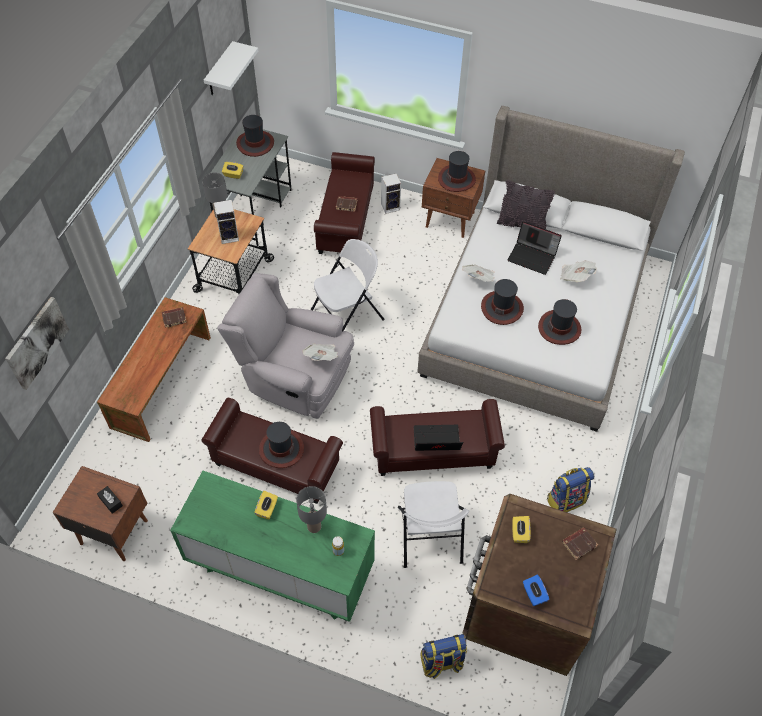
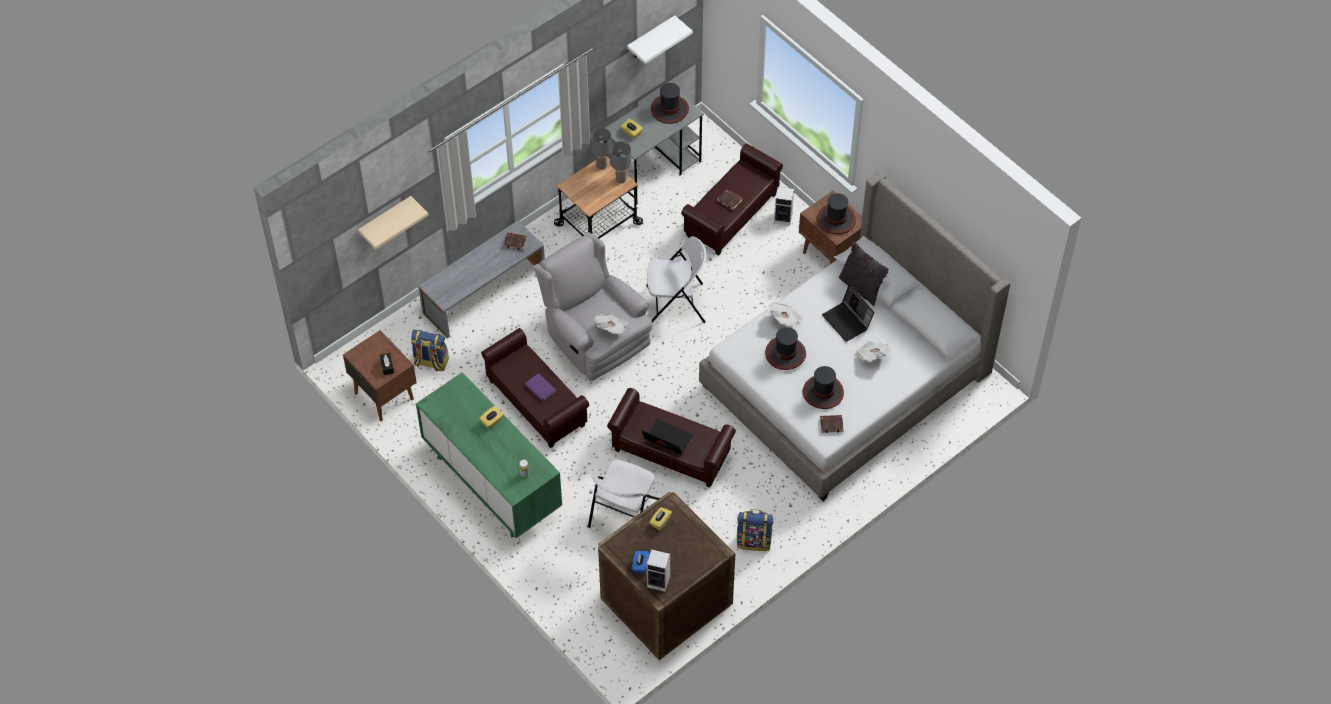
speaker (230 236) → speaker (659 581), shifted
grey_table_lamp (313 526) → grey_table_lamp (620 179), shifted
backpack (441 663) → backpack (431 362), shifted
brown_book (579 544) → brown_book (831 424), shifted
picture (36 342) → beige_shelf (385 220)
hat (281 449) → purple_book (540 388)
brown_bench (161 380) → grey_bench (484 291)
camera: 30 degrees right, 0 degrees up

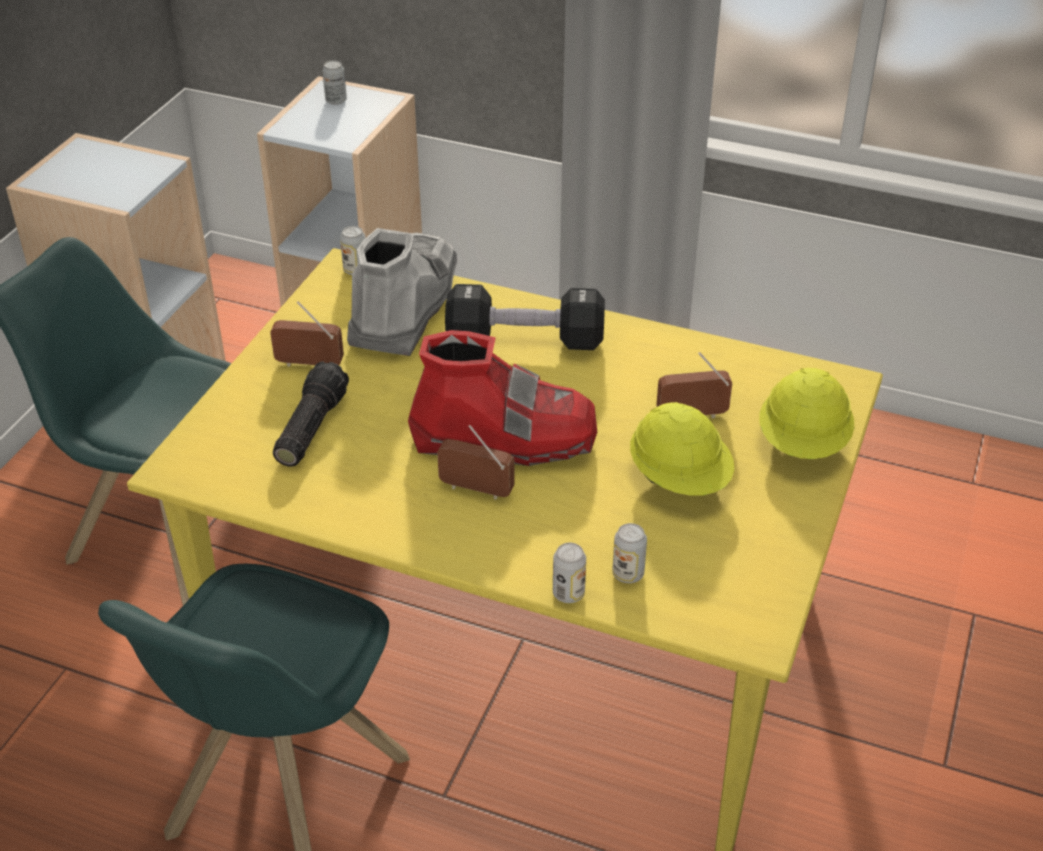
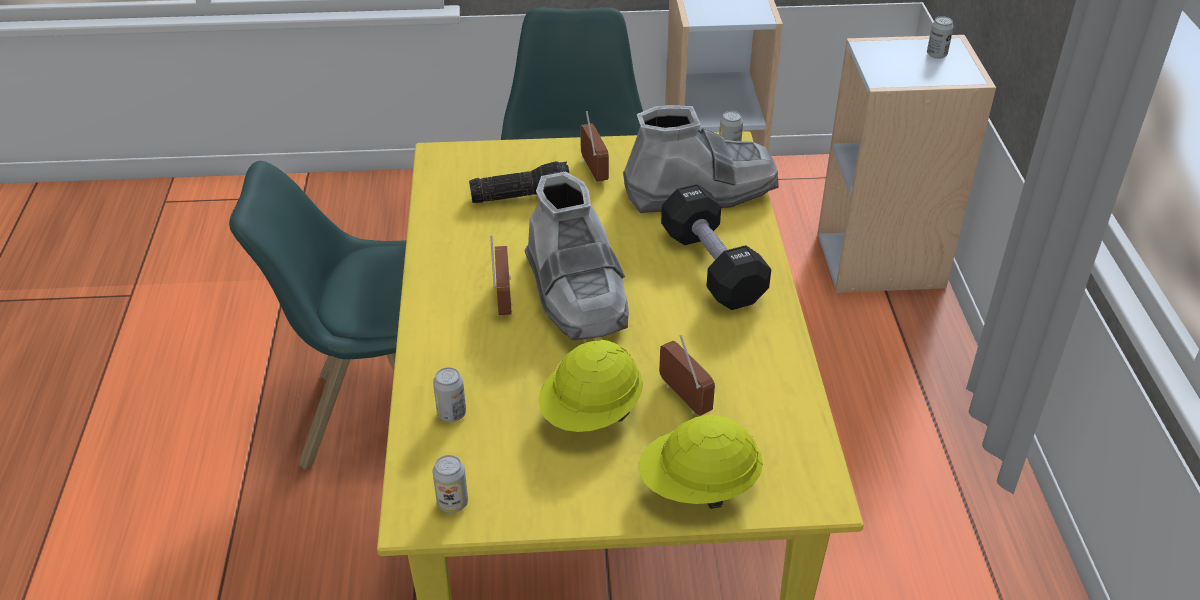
can (568 593) → can (452 503), shifted
red_boot (505 437) → grey_boot (576 295)
camera: 65 degrees right, 0 degrees up

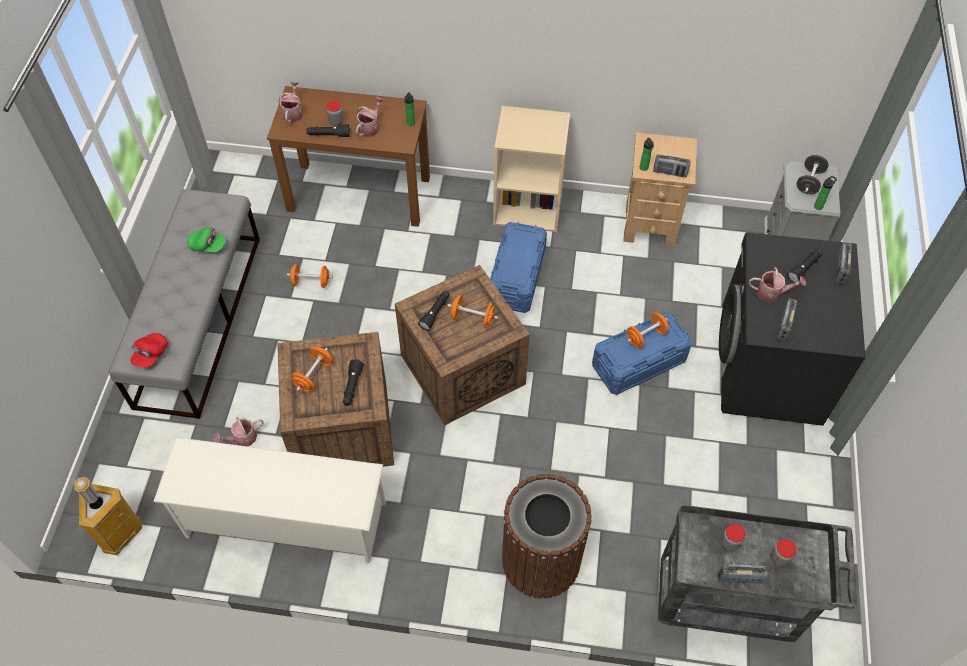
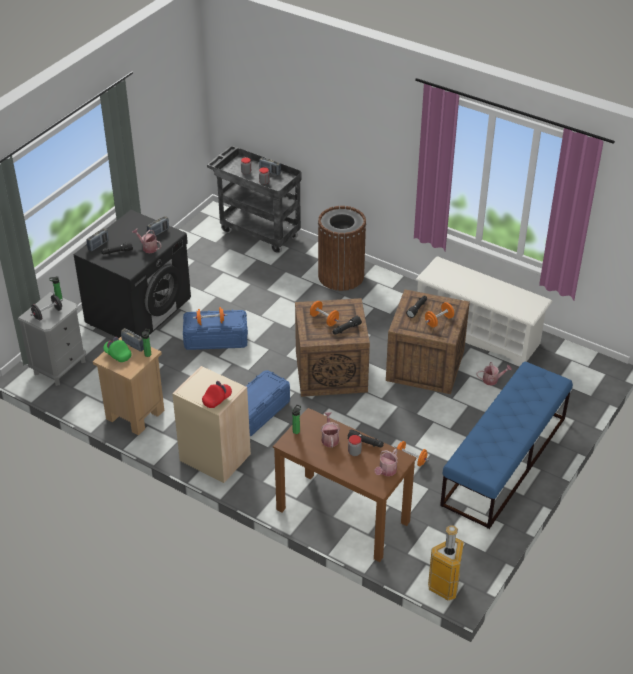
trash_can (119 534) → trash_can (446 586), shifted
red_cap (151 355) → red_cap (217 399), shifted
green_cap (208 246) → green_cap (118 355), shifted
grey_bench (199 319) → blue_bench (504 461)
watering_can (370 127) → watering_can (329 438), 120 degrees clockwise
camera: 155 degrees left, 15 degrees down

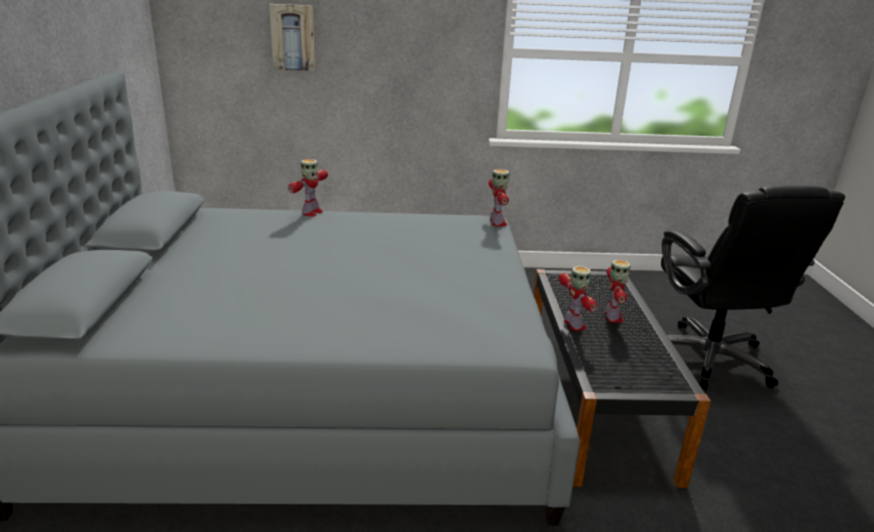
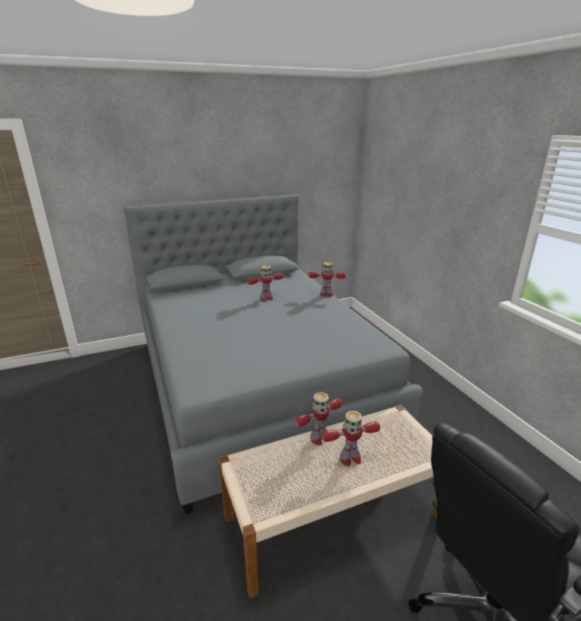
picture (293 37) → -
toy_robot (497 223) → toy_robot (266 298), shifted
black_bench (594 401) → beige_bench (333 515)
camera: 70 degrees right, 0 degrees up

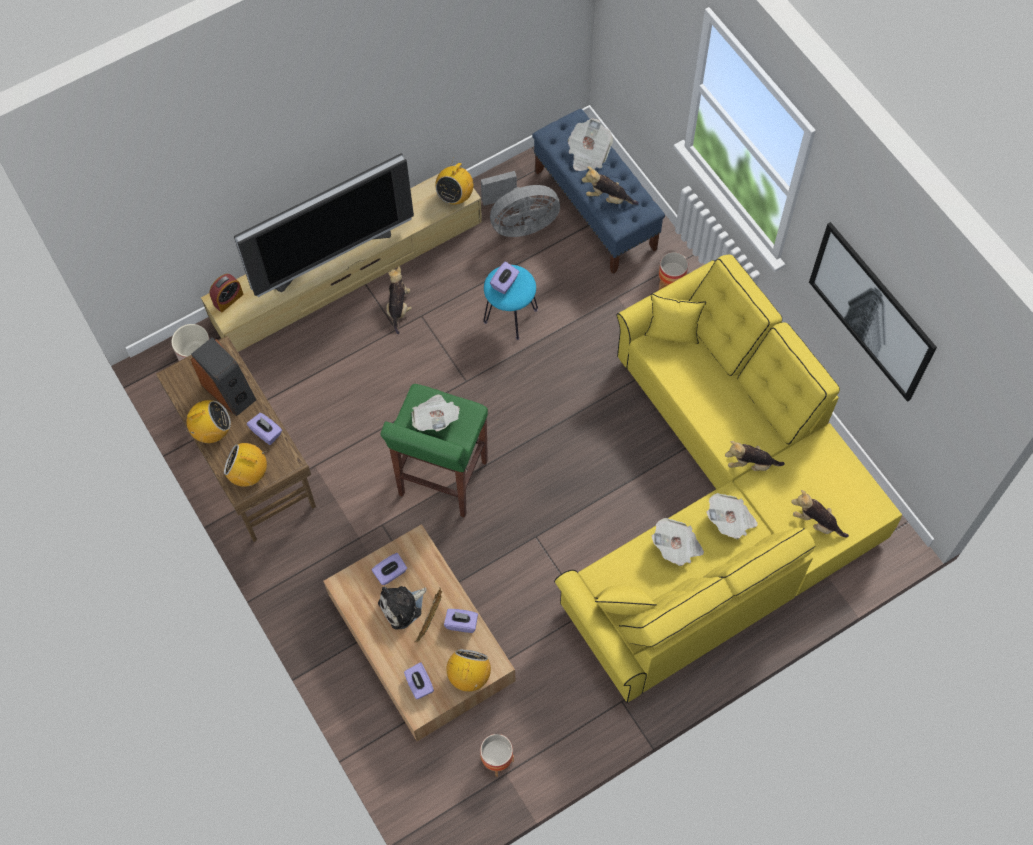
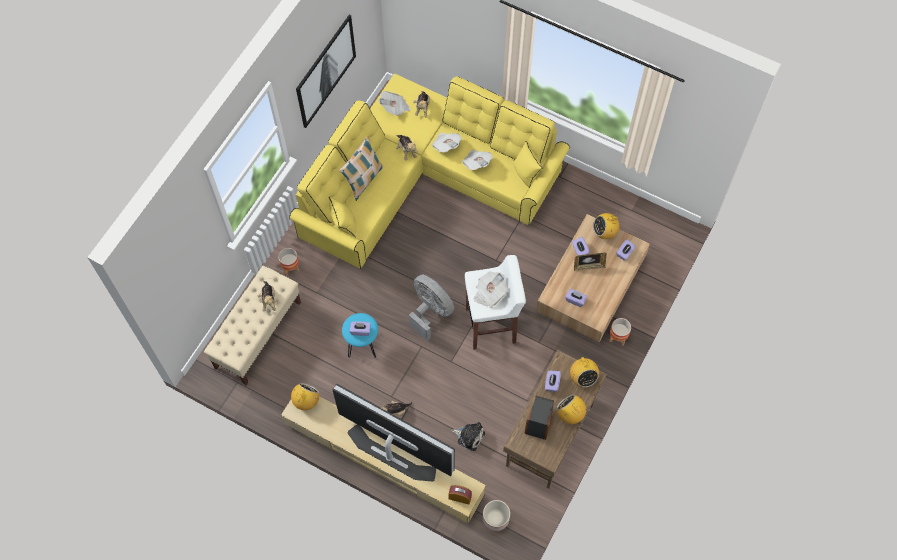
- → pillow (363 180)
plush_toy (402 607) → plush_toy (469 436), shifted
planter (497 760) → planter (618 337), shifted
grey_fan (519 223) → grey_fan (430 311), shifted
newspaper (588 153) → newspaper (395 108), shifted
green_stool (442 479) → white_stool (492 325)
blue_bench (595 210) → beige_bench (258 334)
radio (455 196) → radio (306 401), 60 degrees counterclockwise
camera: 120 degrees left, 0 degrees up

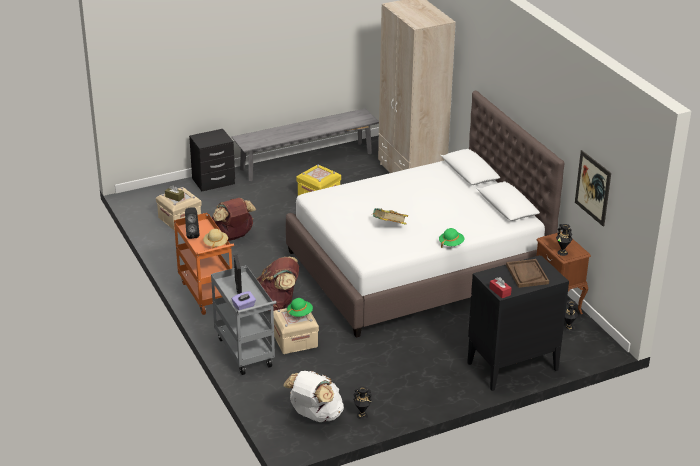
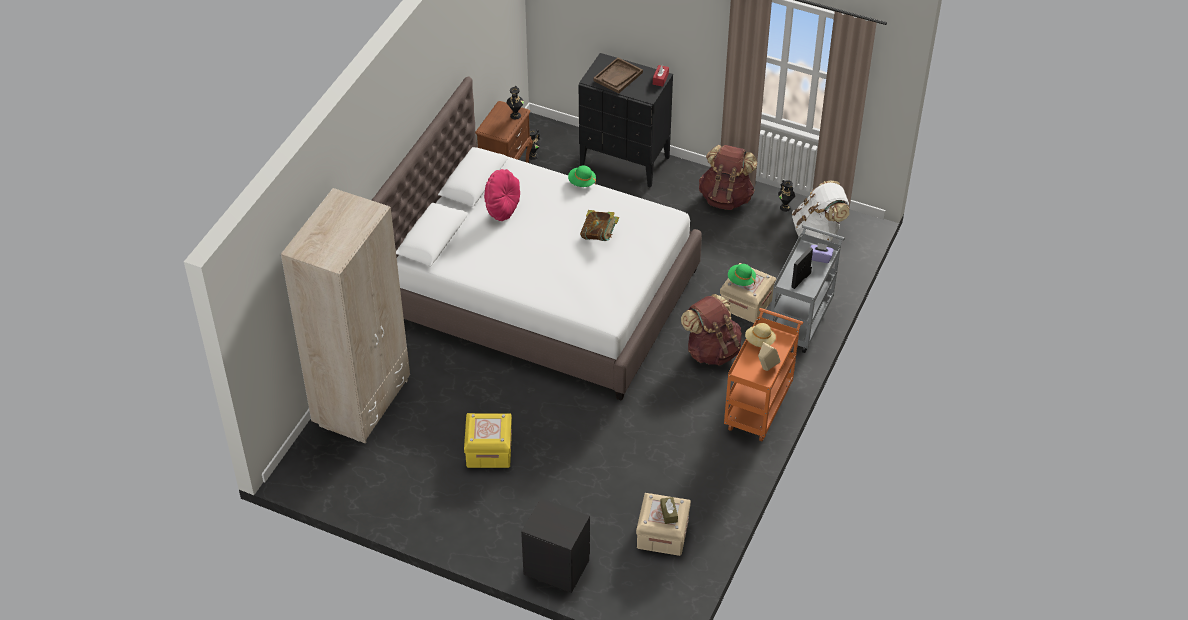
grey_bench (306 161) → -
picture (593 188) → -
- → pink_pillow (503 210)
brown_backpack (231 237) → brown_backpack (726 197), shifted
black_speaker (192 234) → beige_speaker (766 369)
camera: 130 degrees left, 15 degrees up

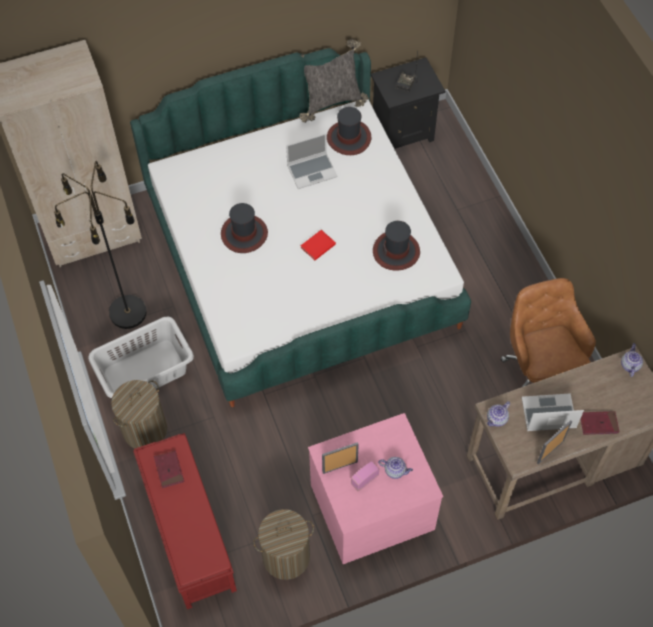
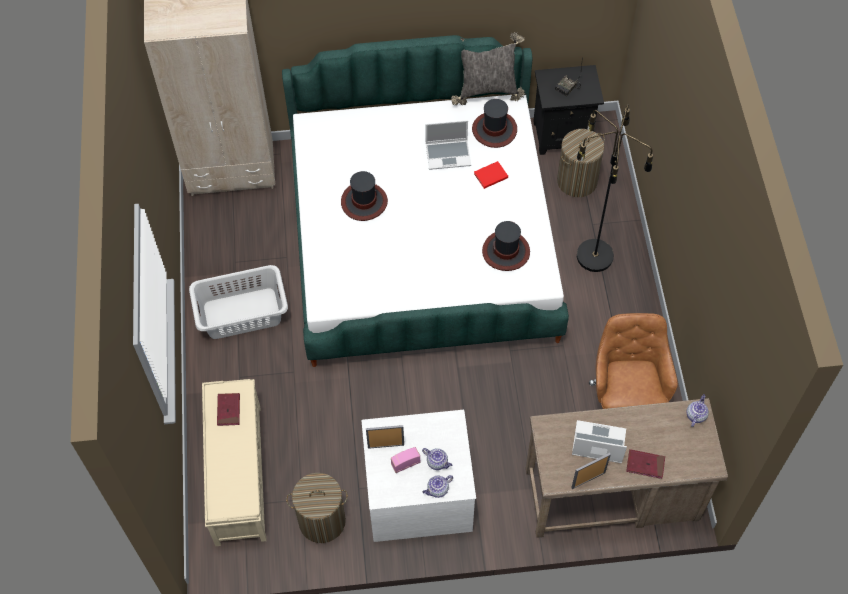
floor_lamp (127 313) → floor_lamp (593 256), shifted
laundry_basket (144 430) → laundry_basket (577 181), shifted
red_book (317 246) → red_book (490 175), shifted
teapot (496 419) → teapot (437 490), shifted
red_bench (188 530) → beige_bench (238 473)
pink_dresser (371 505) → white_dresser (418 492)
camera: 15 degrees right, 0 degrees up

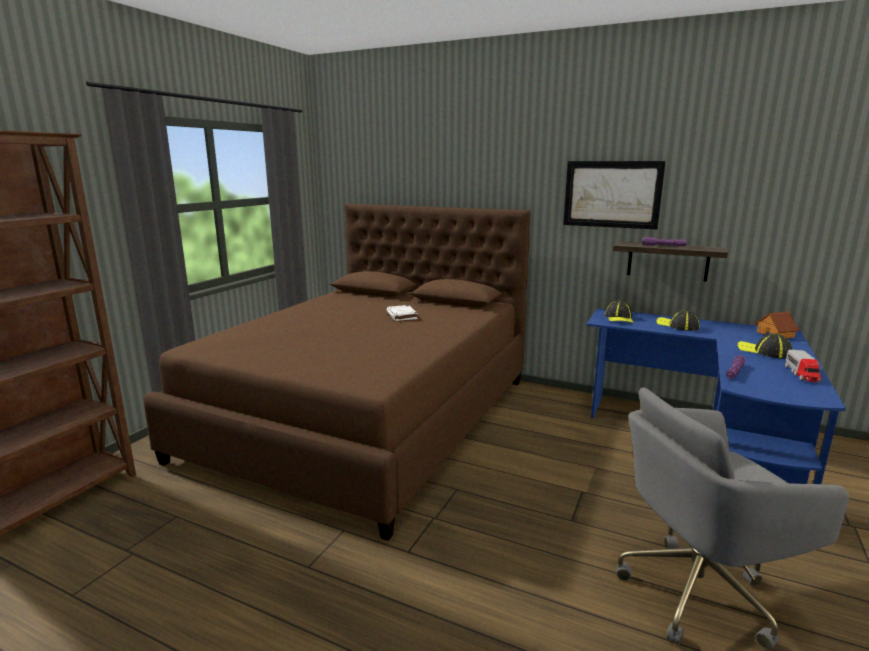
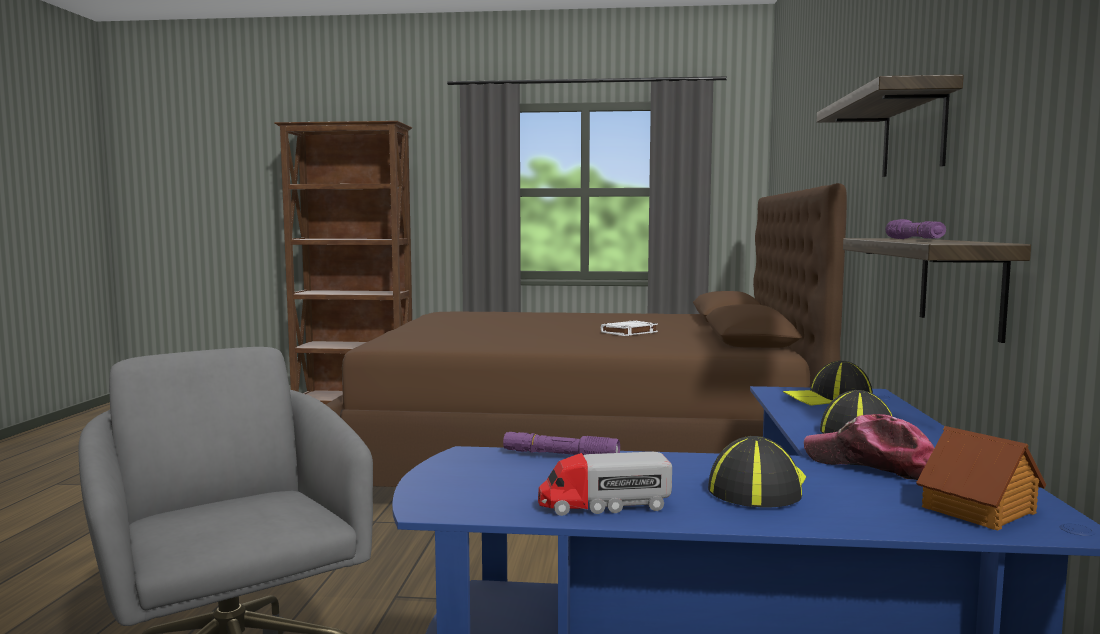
- → cap (872 465)
picture (612 194) → shelf (913 133)
camera: 70 degrees right, 10 degrees down

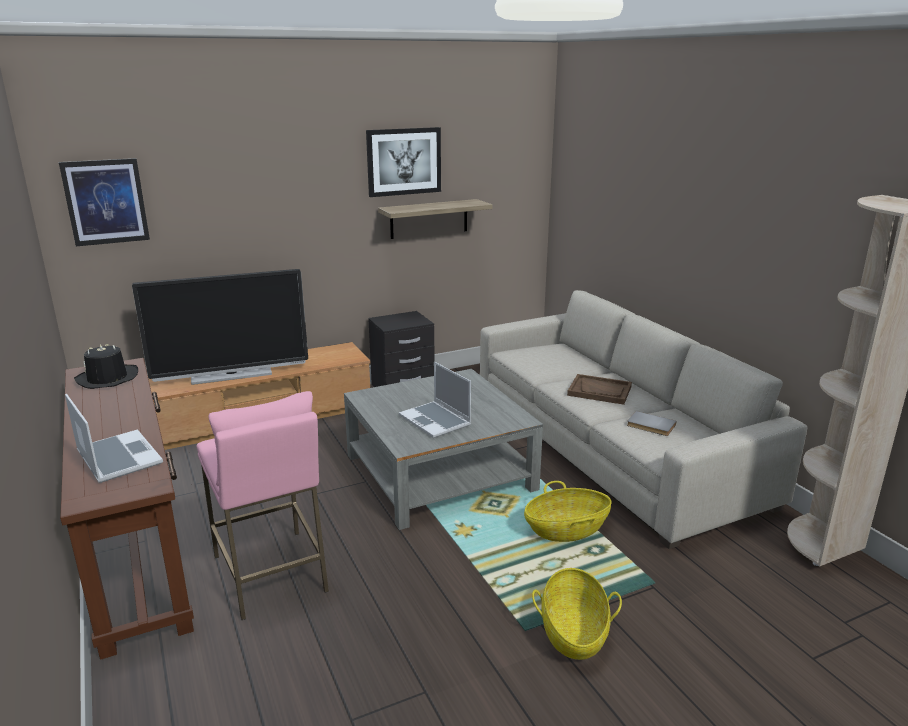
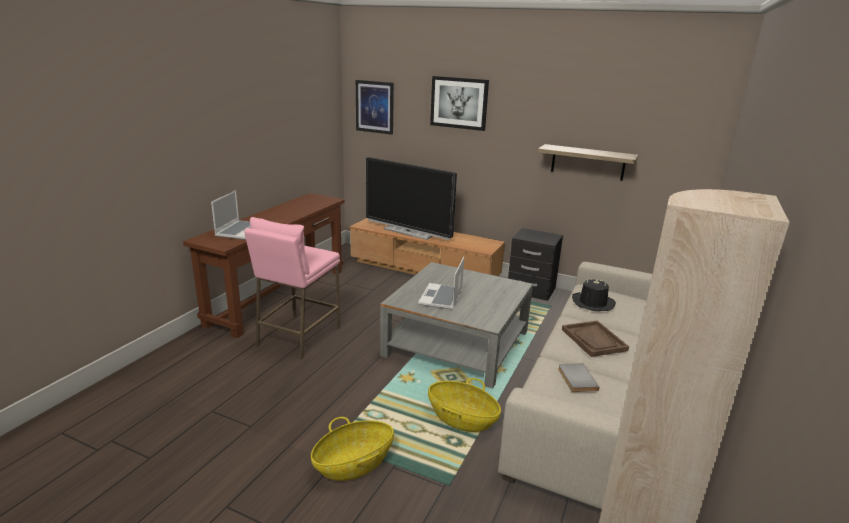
black_hat (107 378) → black_hat (592 303), shifted
picture (404 161) → picture (459 103), shifted
camera: 50 degrees right, 0 degrees up

